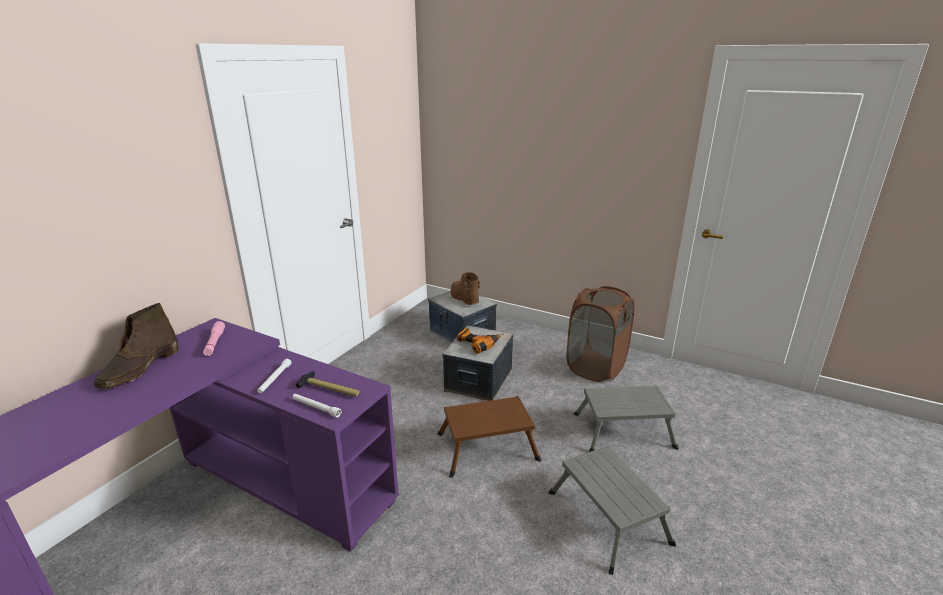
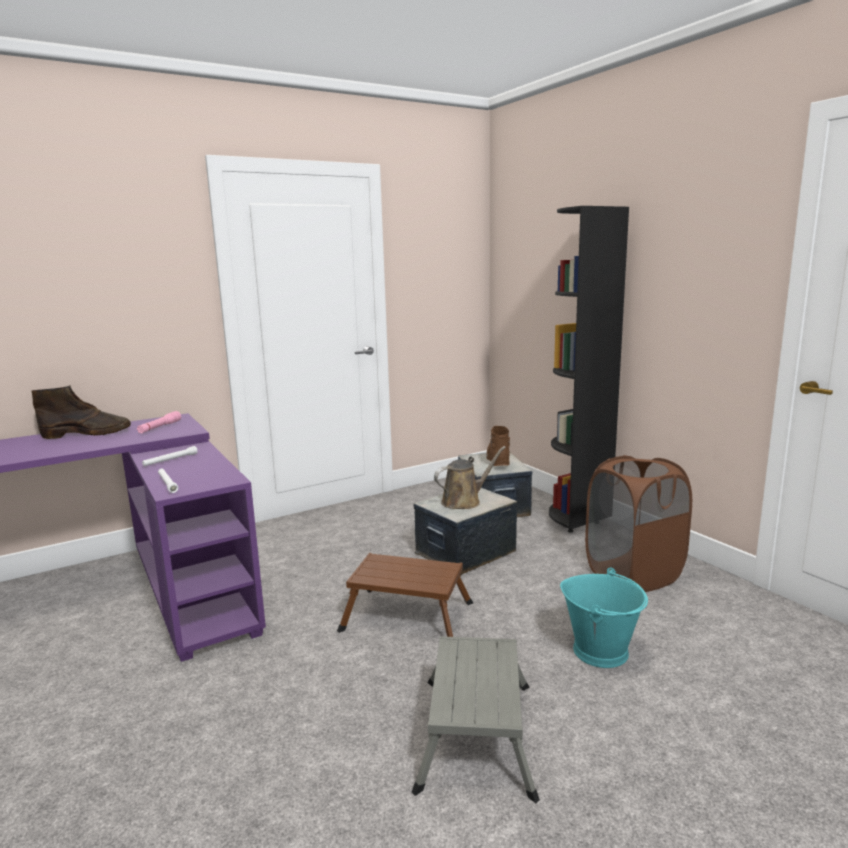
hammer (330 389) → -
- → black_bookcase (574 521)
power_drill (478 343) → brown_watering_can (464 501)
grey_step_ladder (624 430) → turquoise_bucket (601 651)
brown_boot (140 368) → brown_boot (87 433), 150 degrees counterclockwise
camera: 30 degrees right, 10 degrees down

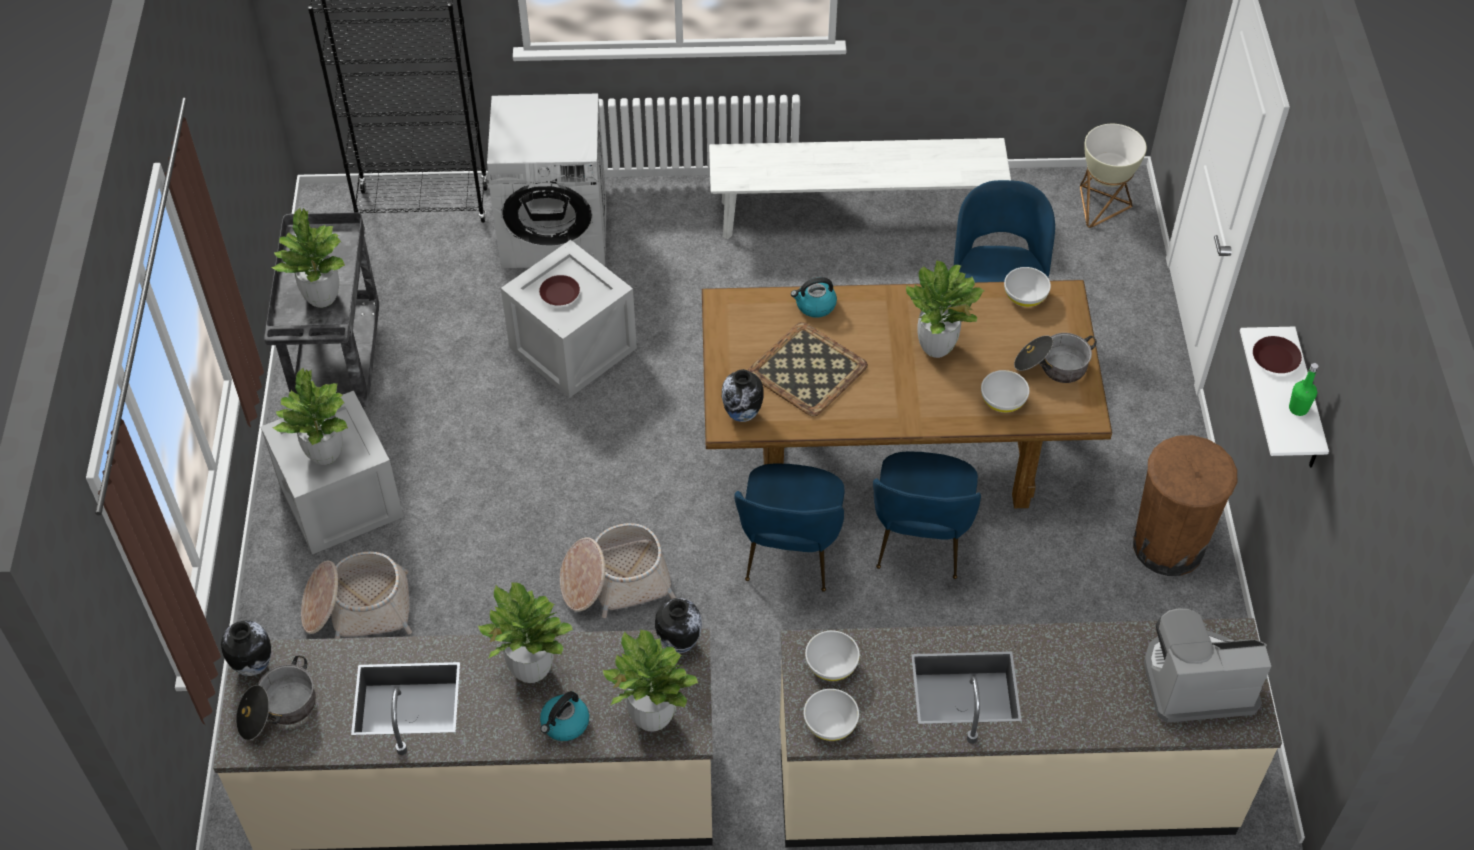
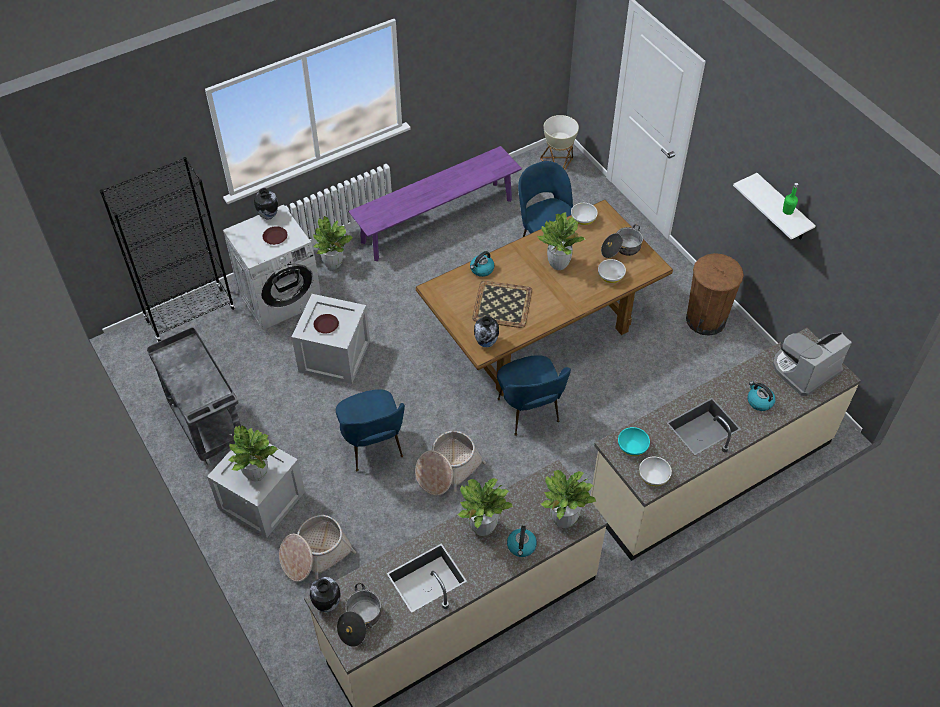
- → kettle (759 401)
potted_plant (322 298) → potted_plant (333 264), shifted
vase (679 643) → vase (268 216), shifted
blue_chair (918 549) → blue_chair (373 449), shifted
brown_plate (1275 359) → brown_plate (275 238), shifted
white_bench (855 216) → purple_bench (437 220)
white_bowl (831 665) → turquoise_bowl (632 447)
camera: 30 degrees left, 0 degrees up

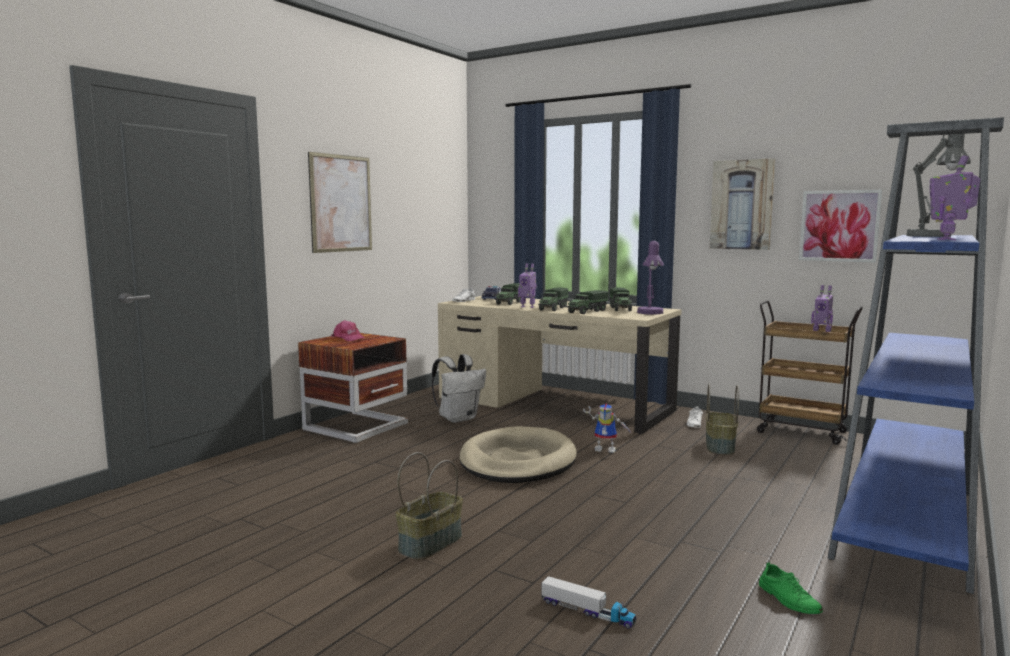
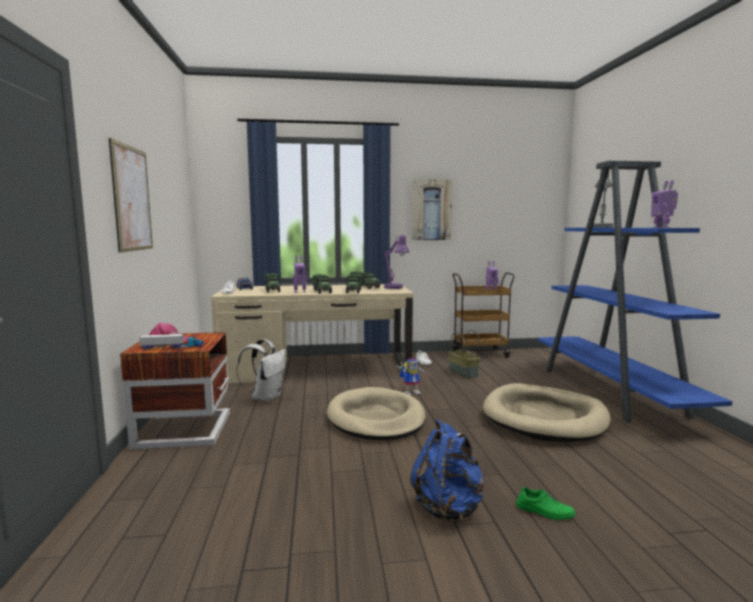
picture (839 226) → -
- → beige_dog_bed (544 417)
toy_truck (587 612) → toy_truck (172 347), shifted
green_shoe (788 599) → green_shoe (544 511), shifted
basket (430 543) → blue_backpack (449 508)
camera: 40 degrees left, 0 degrees up

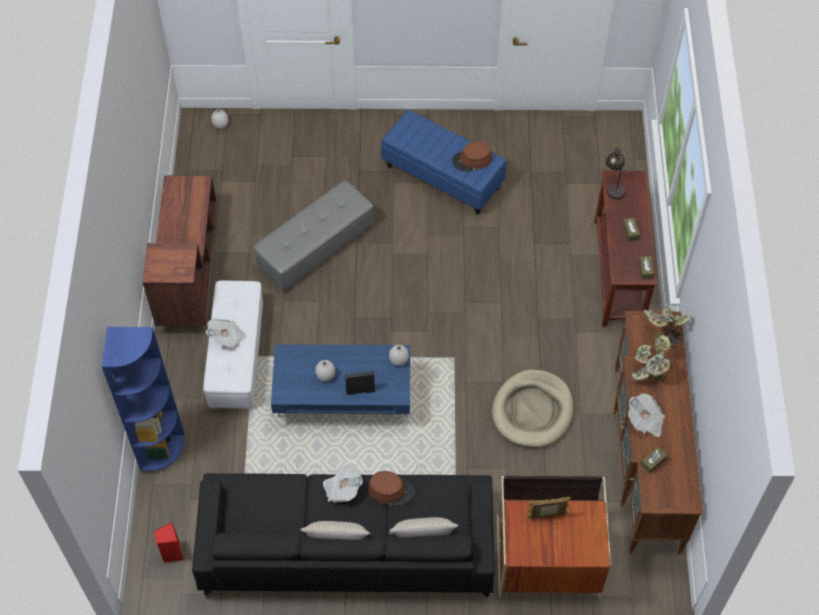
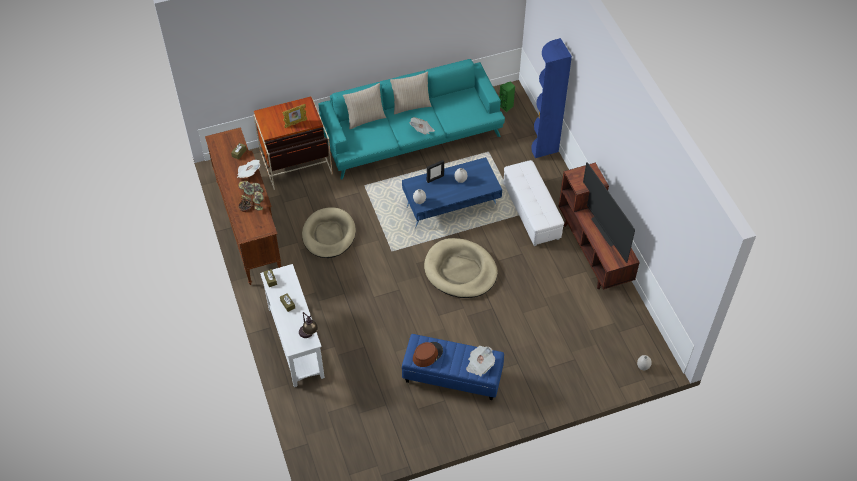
grey_ottoman (315 247) → -
brown_hat (391 490) → -
potted_plant (664 329) → -
- → beige_dog_bed (460 270)
- → television (603 231)
newspaper (227 337) → newspaper (479 365), shifted
red_speaker (172 553) → green_speaker (506 106)
black_sofa (347 545) → turquoise_sofa (412 135)
brown_console_table (618 273) → white_console_table (295 342)
camera: 160 degrees right, 5 degrees down

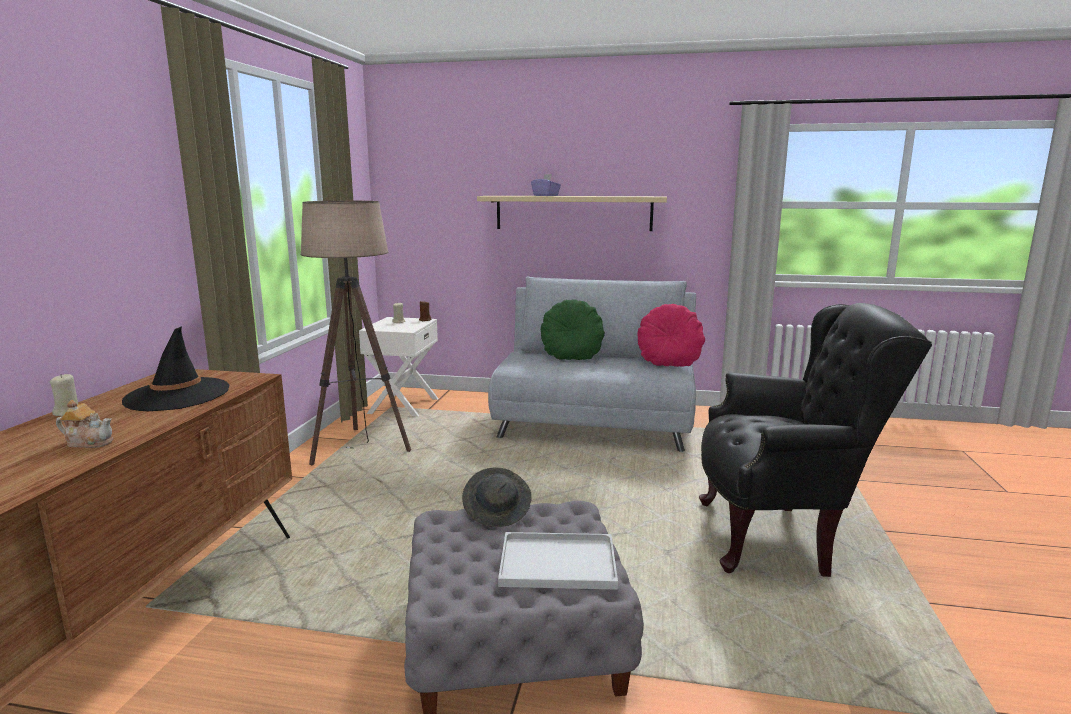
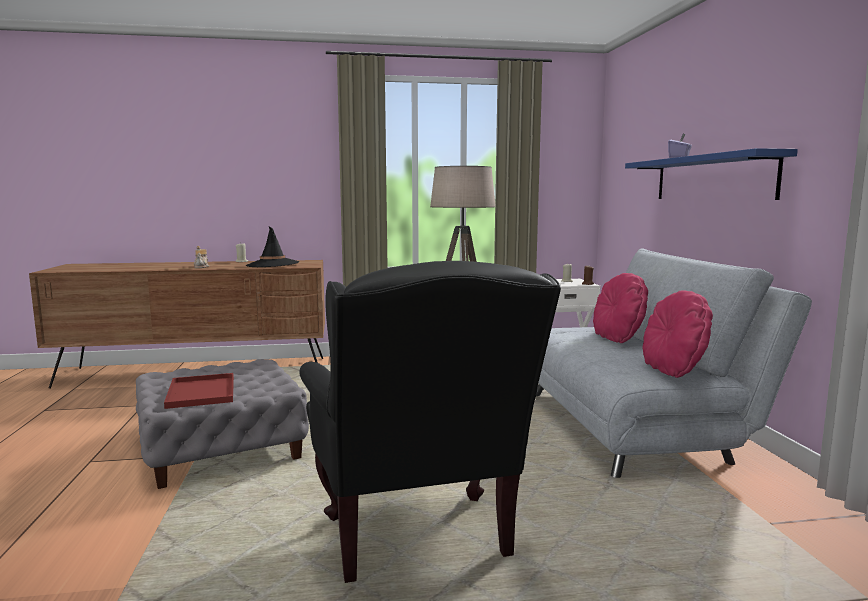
grey_hat (497 512) → -
beige_shelf (573 213) → blue_shelf (711 178)
white_tray (555 563) → red_tray (200 392)
green_pillow (572 358) → pink_pillow (618 340)
camera: 70 degrees right, 5 degrees down

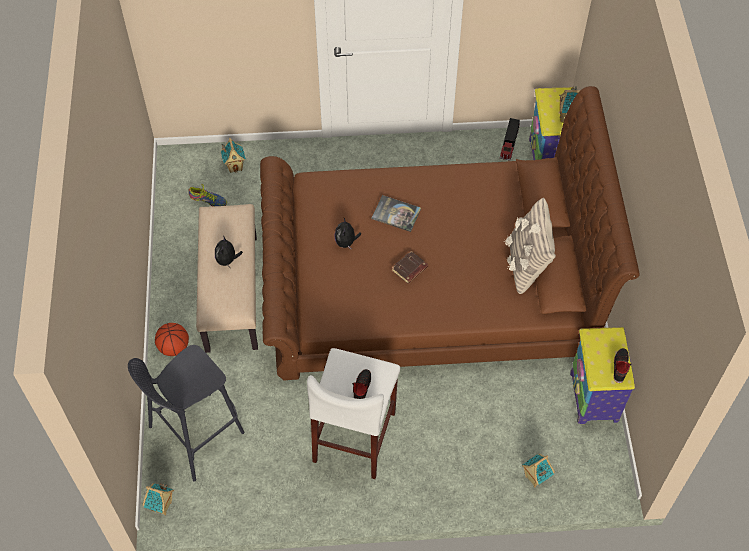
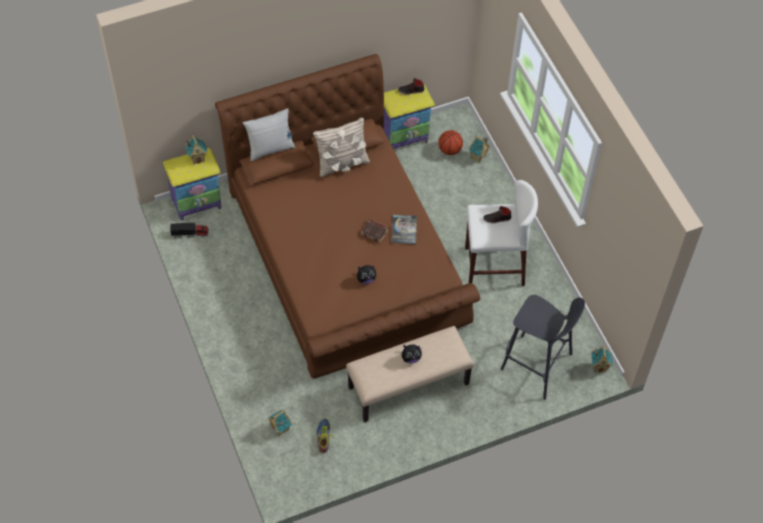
- → grey_pillow (270 149)
basketball (174 347) → basketball (450 150), shifted
book (396 214) → book (404 229), shifted
camera: 110 degrees left, 0 degrees up

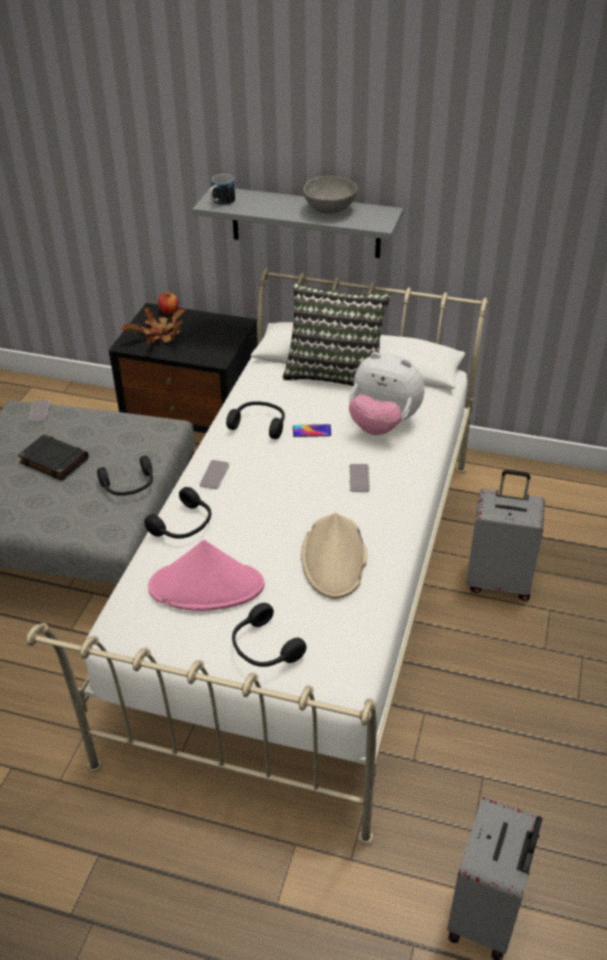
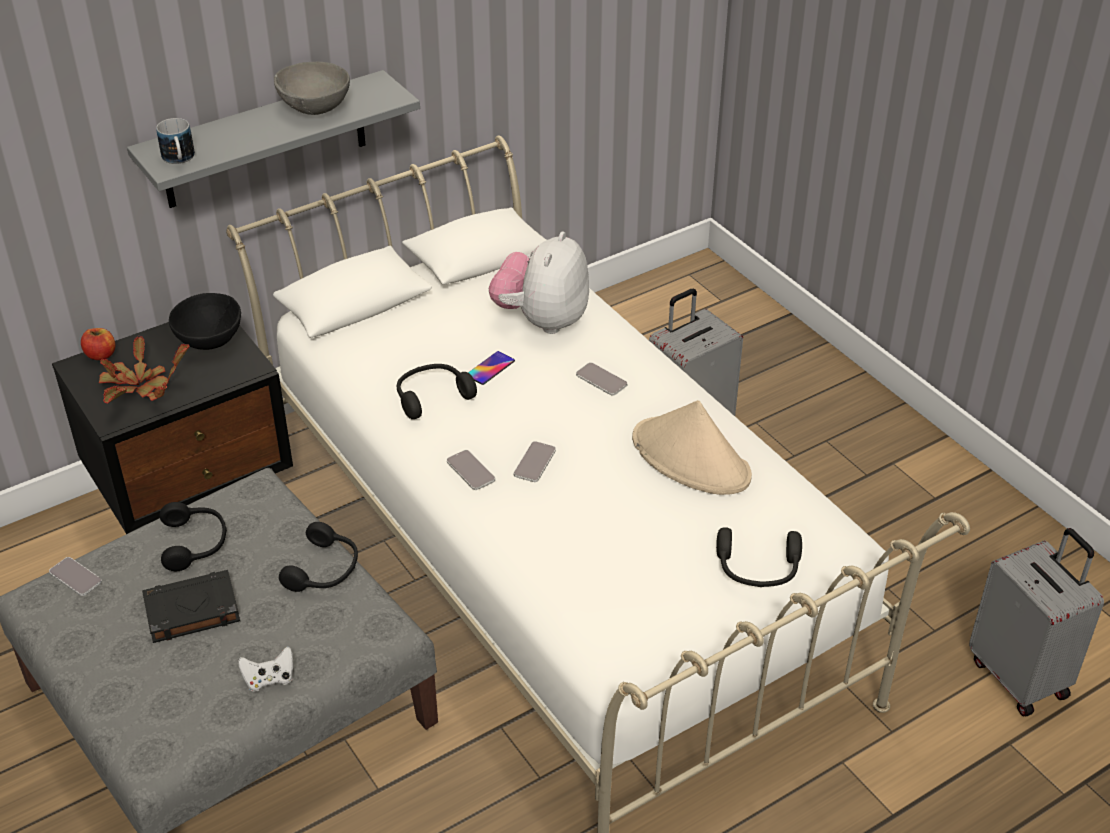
pink_hat (207 586) → -
pillow (336 373) → -
- → black_bowl (210 339)
- → white_game_controller (269 679)
- → phone (534 462)
black_headphones (184 525) → black_headphones (195 543), shifted
plush_toy (383 425) → plush_toy (542 320), 135 degrees clockwise
camera: 50 degrees left, 0 degrees up

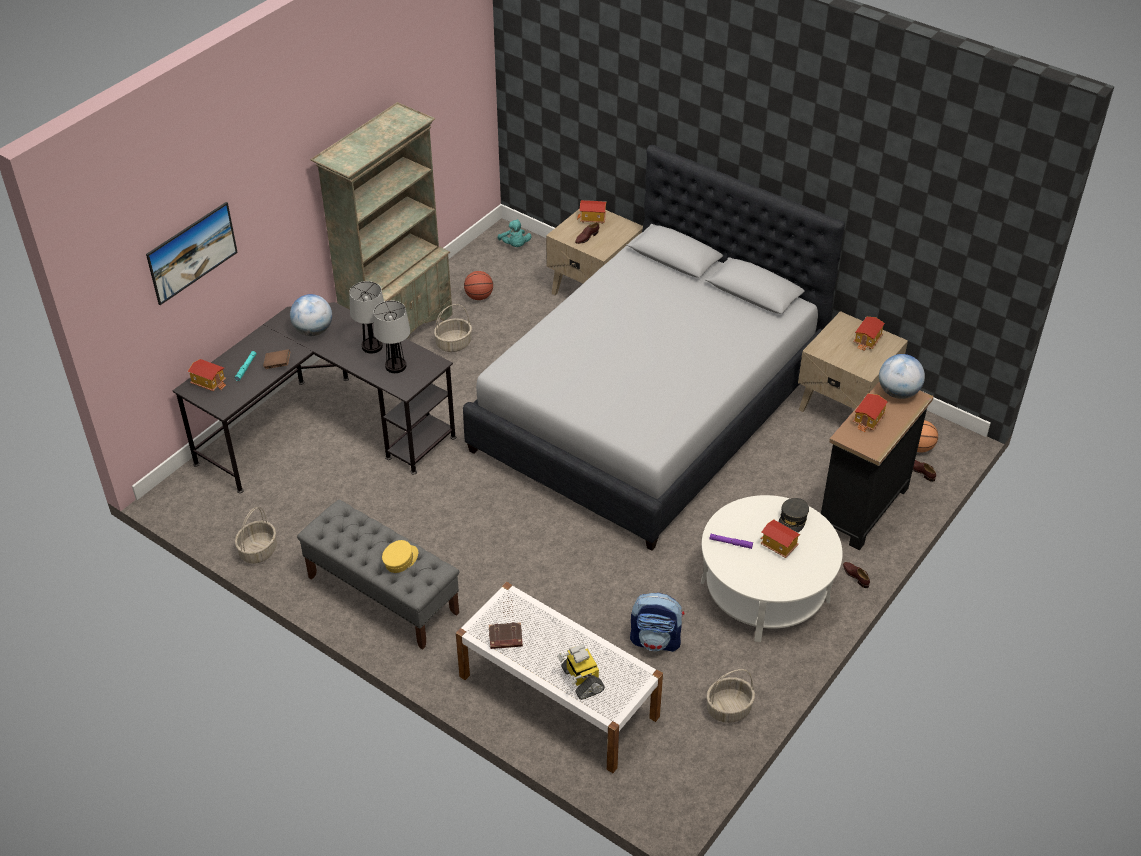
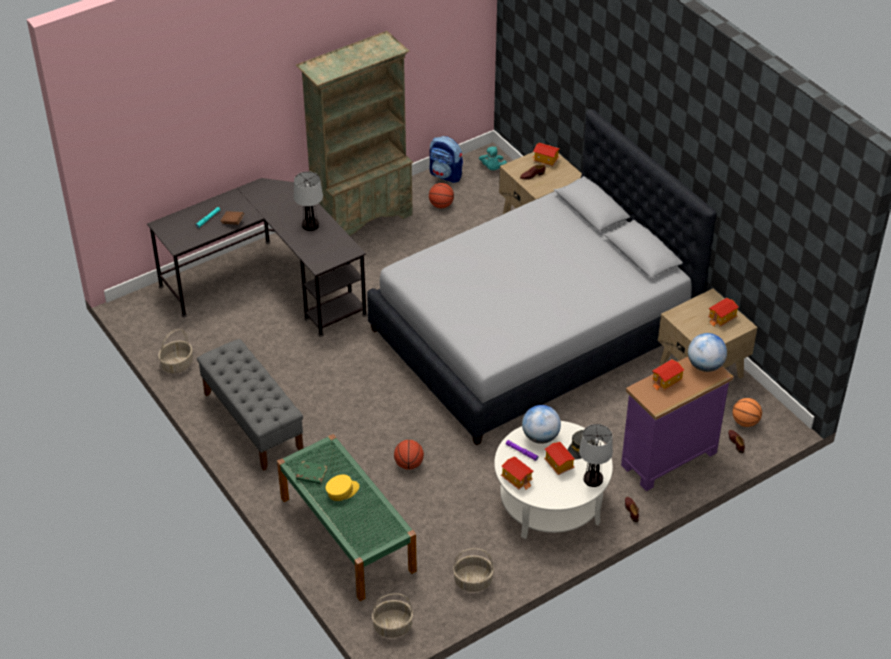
picture (195 265) → -
toy_robot (581 680) → -
- → basketball (409 464)
toy_house (209 382) → toy_house (517 479), shifted
globe (313 331) → globe (540 437), shifted
table_lamp (396 366) → table_lamp (593 479), shifted
yellow_cap (400 560) → yellow_cap (342 491), shifted
basket (453 344) → basket (392 627), shifted
backpack (656 640) → backpack (446 175), shifted
white_bench (557 697) → green_bench (346 534)
brown_book (505 638) → green_book (311 475)
black_dresser (862 508) → purple_dresser (668 459)
camera: 20 degrees right, 0 degrees up

